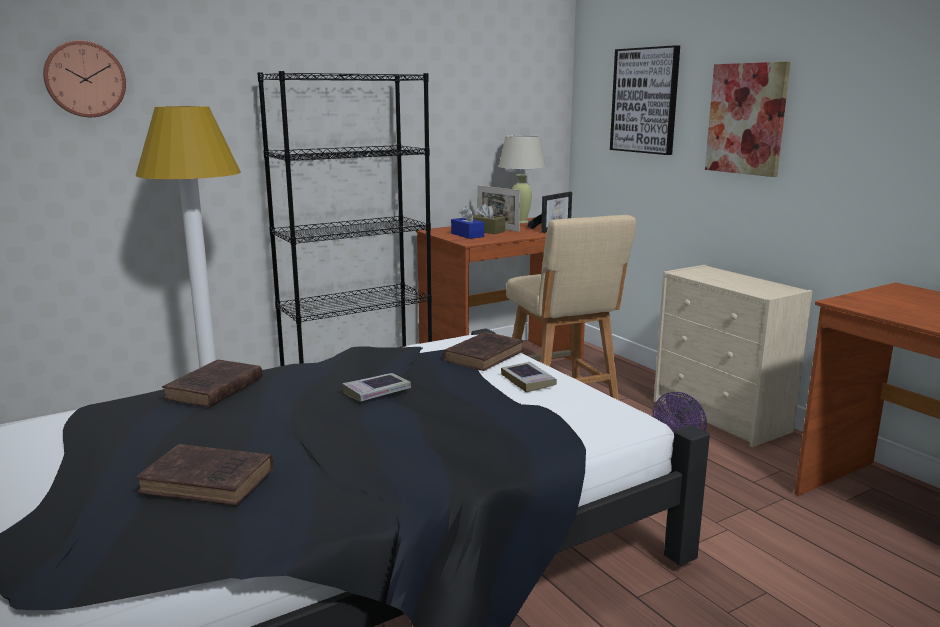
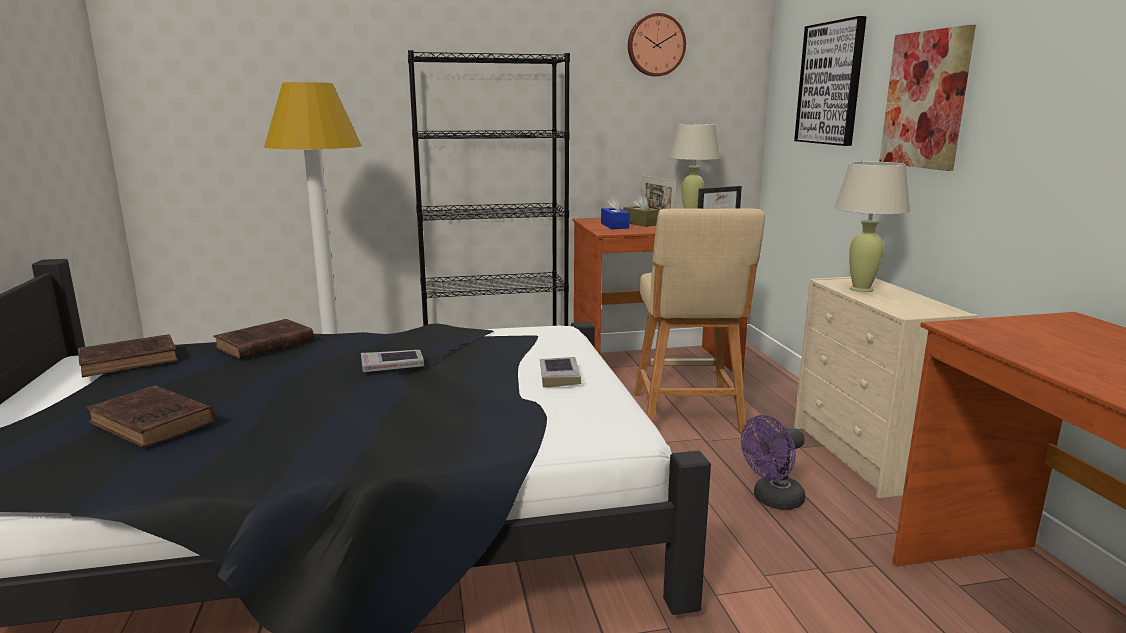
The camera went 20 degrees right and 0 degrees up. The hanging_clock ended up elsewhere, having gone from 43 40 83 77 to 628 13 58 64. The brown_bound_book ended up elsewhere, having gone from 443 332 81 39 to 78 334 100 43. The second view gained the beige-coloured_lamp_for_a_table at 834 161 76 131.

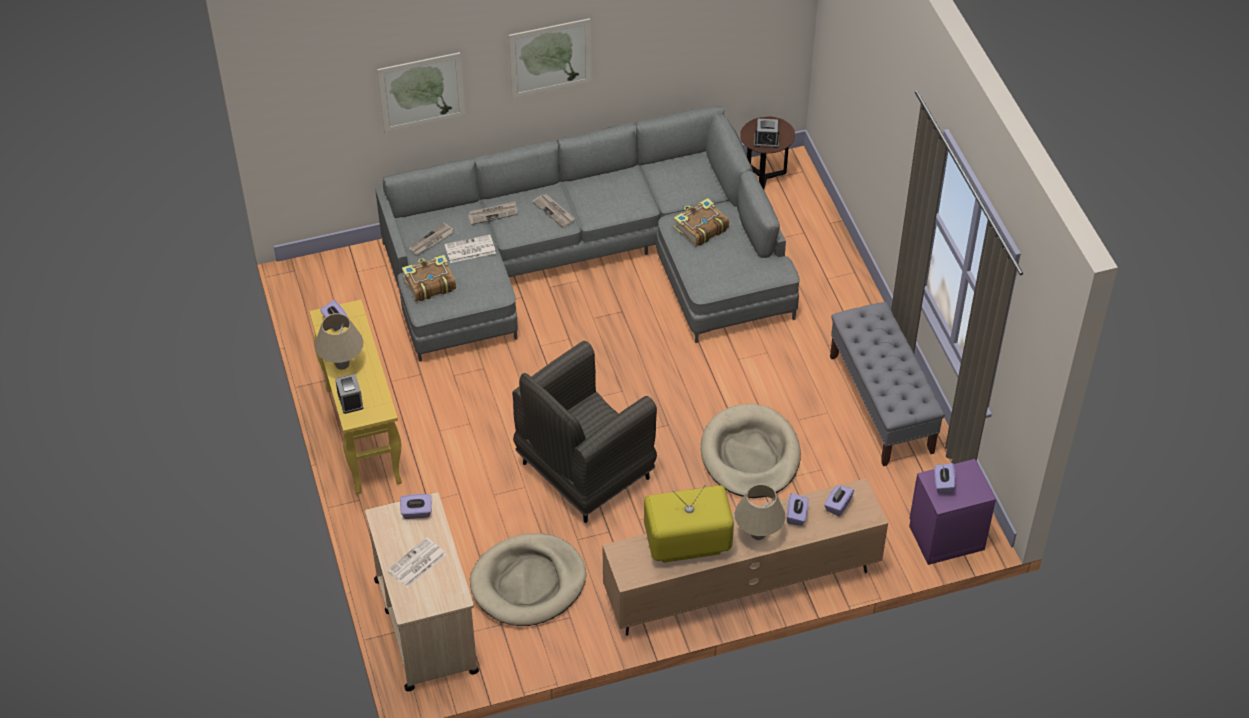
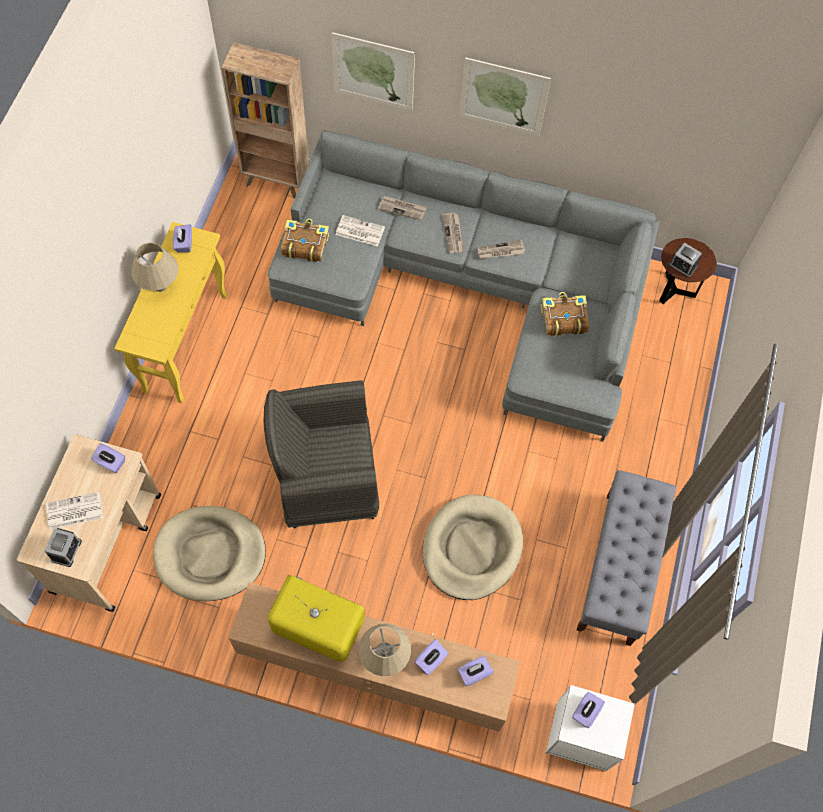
The camera went 30 degrees right and 15 degrees up. The newspaper ended up elsewhere, having gone from 409 222 45 33 to 478 240 47 19. The bedside_clock ended up elsewhere, having gone from 335 374 28 40 to 45 528 37 39. What was the purple-coloured_bedside_table at 909 459 87 106 turned into the whitish_bedside_table at 546 685 89 86. The second view gained the brown_shelving_unit at 221 42 88 156.

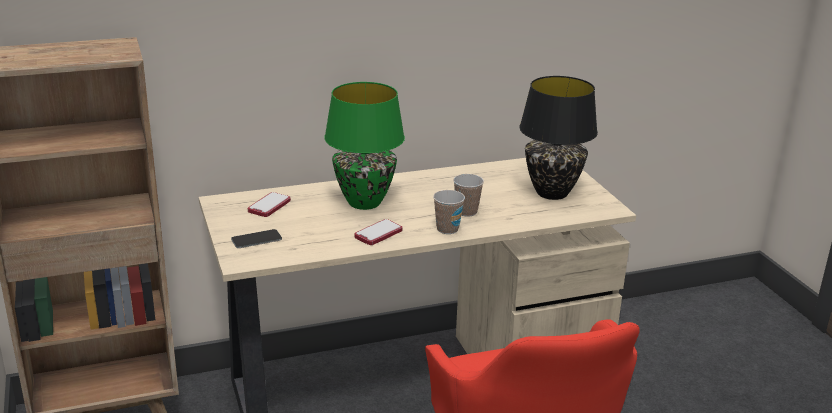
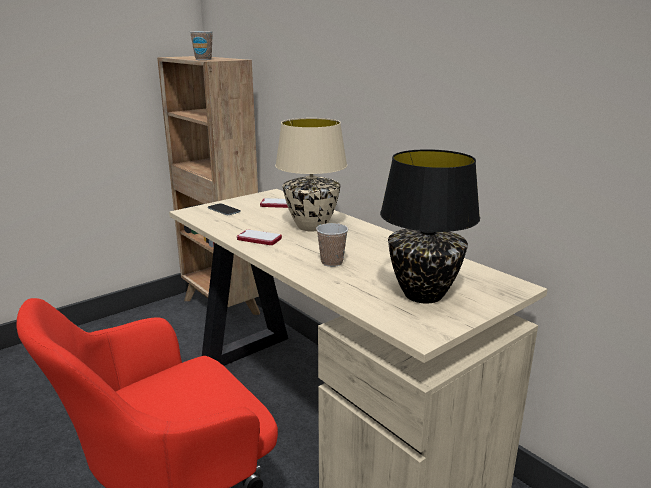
The camera went 70 degrees right and 5 degrees down. What was the green_lamp_for_a_table at 324 82 81 128 turned into the beige-coloured_lamp_for_a_table at 275 118 72 113. The cup ended up elsewhere, having gone from 433 190 32 44 to 190 31 23 29.

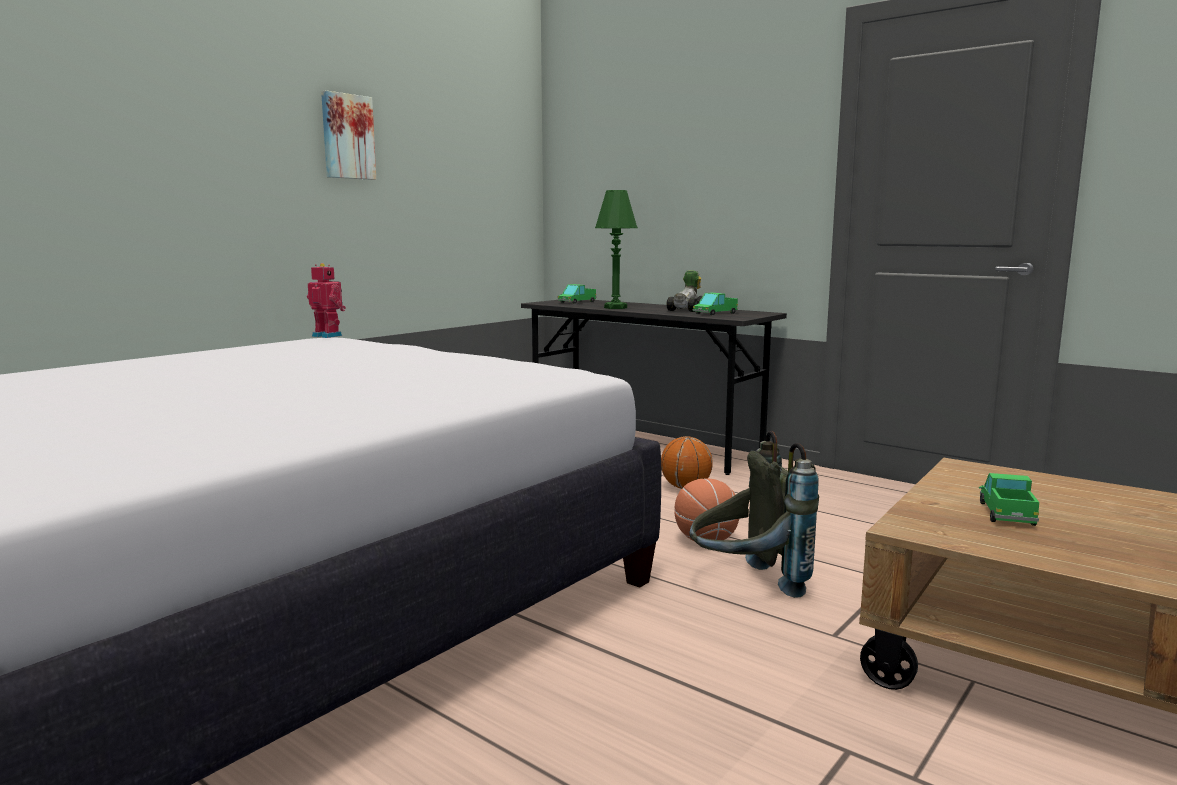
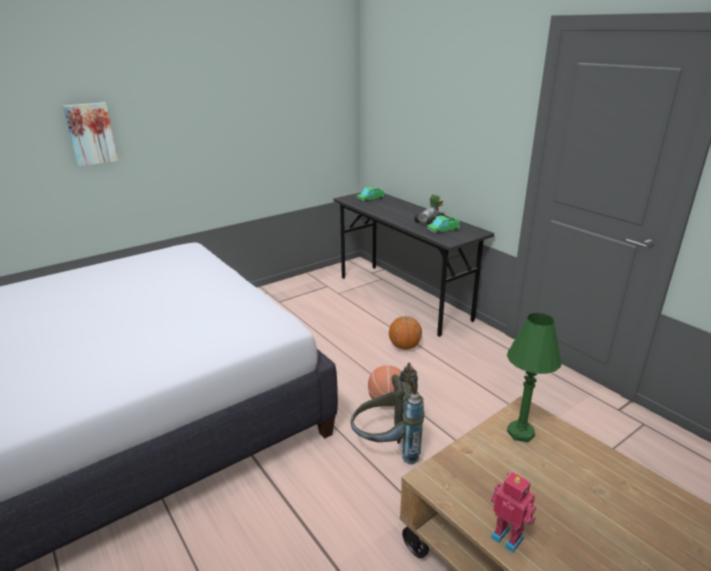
The camera went 15 degrees right and 15 degrees up. The picture ended up elsewhere, having gone from 321 90 55 90 to 63 102 55 64. The green_lamp_for_a_table ended up elsewhere, having gone from 595 190 43 119 to 507 313 55 129. The model_robot ended up elsewhere, having gone from 307 263 39 75 to 491 472 45 81. The second view lost the toy_truck at 979 473 60 53.

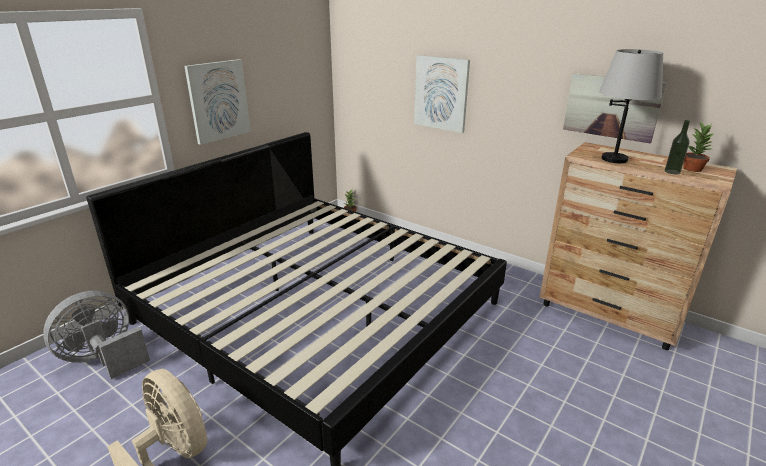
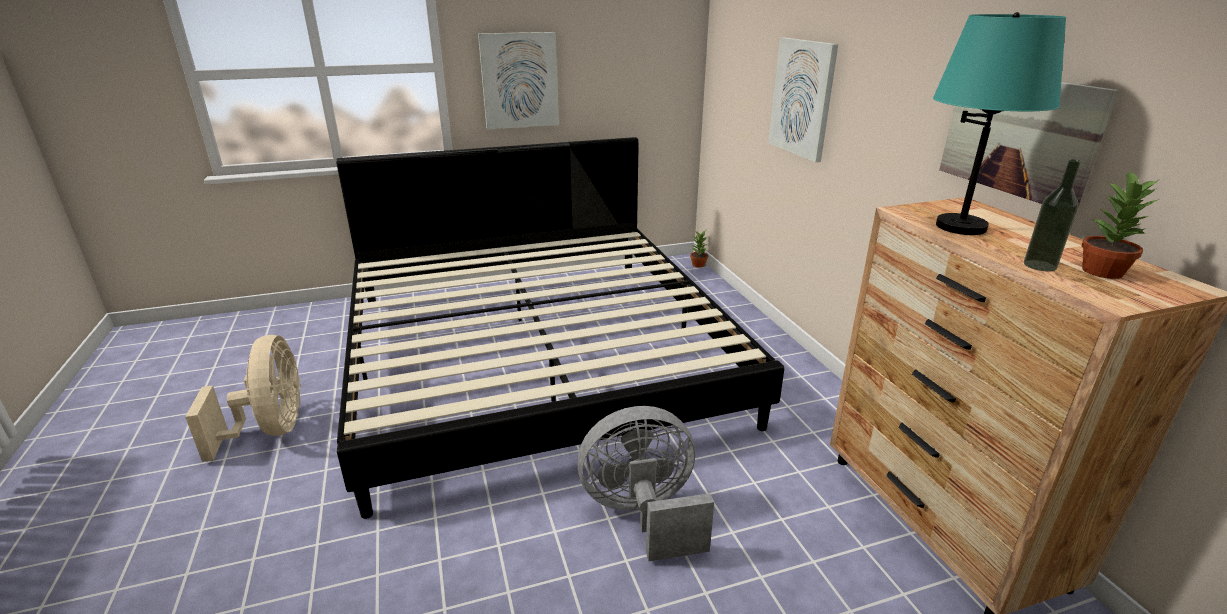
The camera went 35 degrees right and 0 degrees up. What was the gray_lamp_for_a_table at 599 49 64 114 turned into the turquoise-coloured_lamp_for_a_table at 933 12 133 223. The gray_electric_fan ended up elsewhere, having gone from 44 291 106 88 to 578 406 136 155.

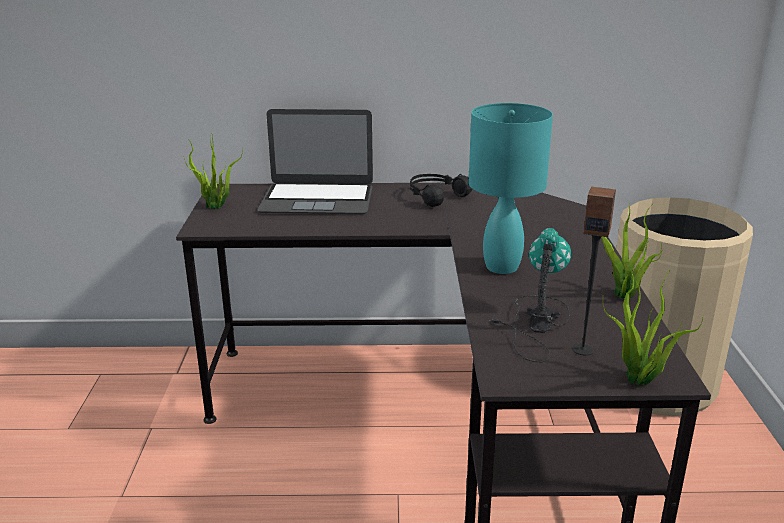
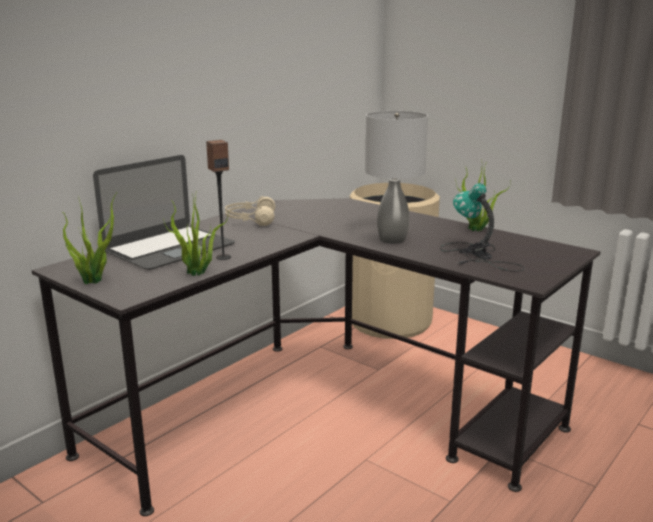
The camera went 50 degrees left and 5 degrees down. What was the turquoise-coloured_lamp_for_a_table at 469 103 84 171 turned into the gray_lamp_for_a_table at 365 111 63 133. What was the black-coloured_pair_of_headphones at 410 174 62 33 turned into the beige-coloured_pair_of_headphones at 225 196 51 30. The loudspeaker ended up elsewhere, having gone from 572 187 44 168 to 206 140 25 120. The plant_in_a_pot ended up elsewhere, having gone from 603 270 100 116 to 163 190 65 86.

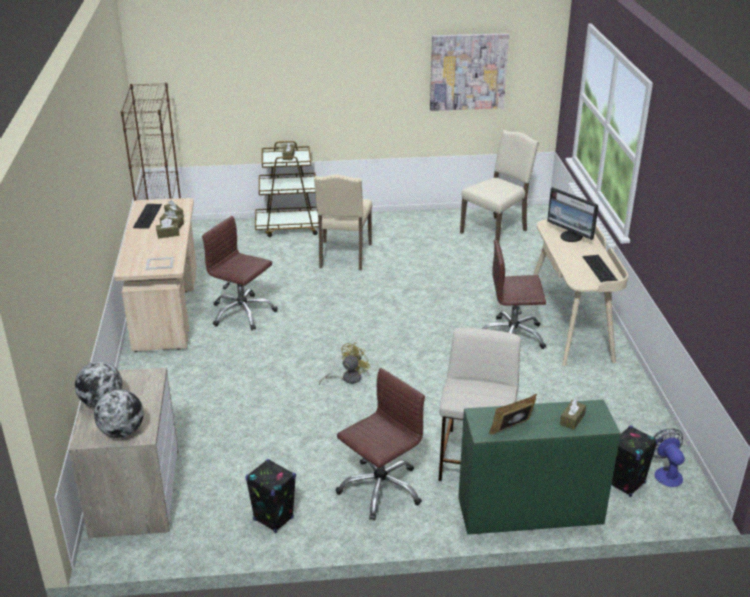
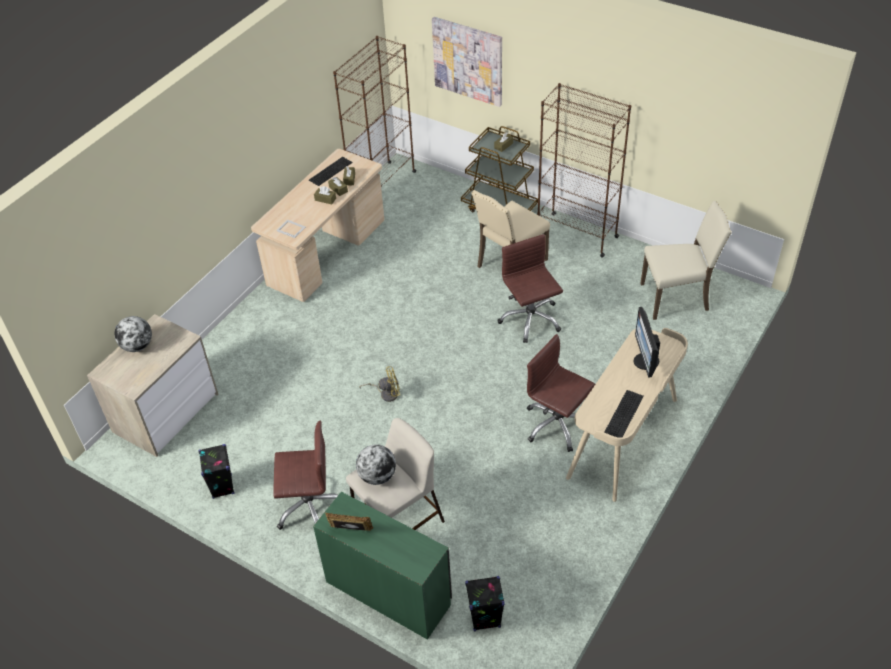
The camera went 40 degrees right and 15 degrees up. The picture ended up elsewhere, having gone from 430 33 79 78 to 432 17 70 90. The brown_desk_chair ended up elsewhere, having gone from 202 216 76 114 to 498 234 65 109. The globe ended up elsewhere, having gone from 94 390 50 48 to 356 444 40 41. The second view lost the brown_tissue_holder at 560 399 26 31. The second view lost the electric_fan at 653 428 32 59. The second view gained the brown_shelving_unit at 537 83 94 174.

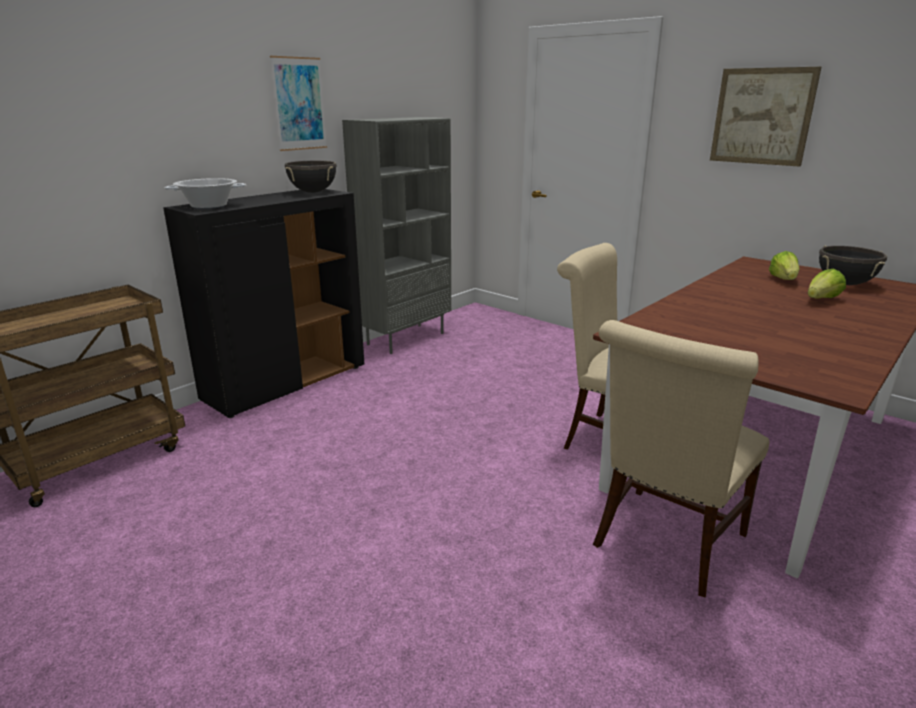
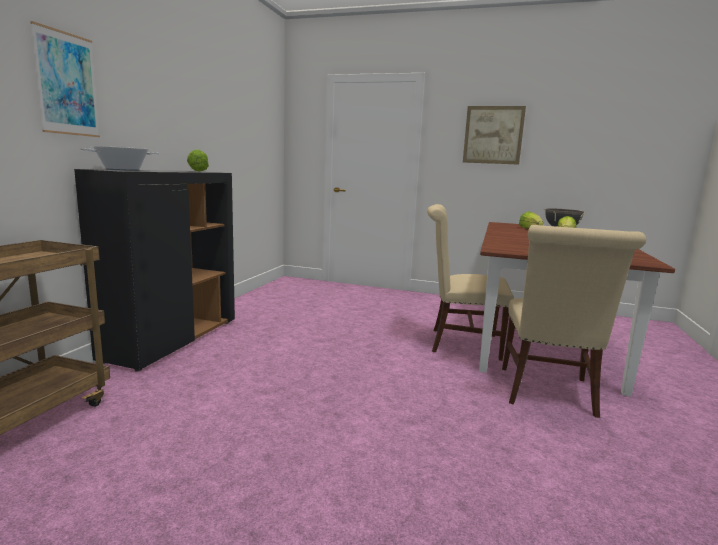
The camera went 25 degrees left and 10 degrees down. The picture ended up elsewhere, having gone from 270 56 57 95 to 30 21 70 116. The second view lost the gray_shelving_unit at 342 117 109 237. Where the black-coloured_saucepot stood at 285 161 52 32, the lettuce_head came to stand at 187 149 22 22.

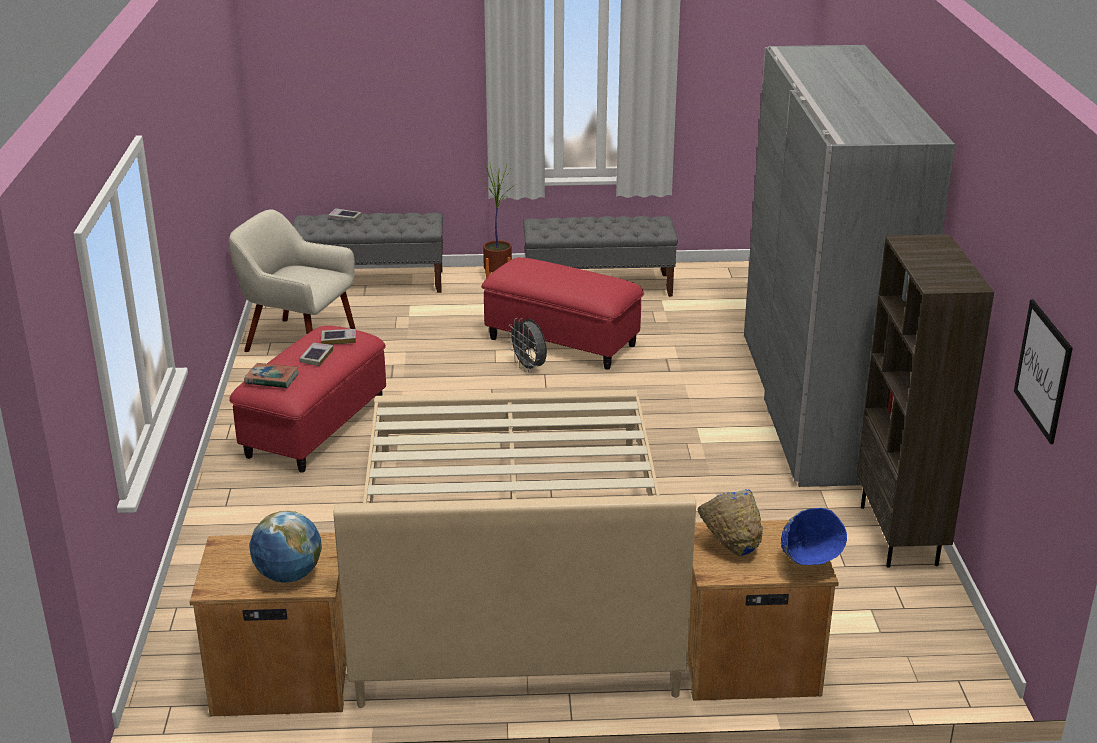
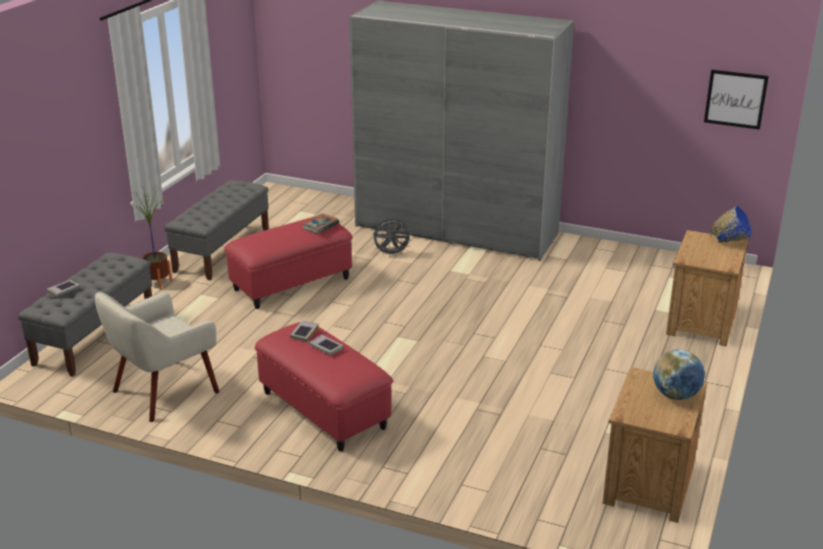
The camera went 65 degrees left and 0 degrees up. The second view lost the brown_shelving_unit at 857 234 137 334. The gray_electric_fan ended up elsewhere, having gone from 508 318 39 55 to 372 219 40 38. The bound_book ended up elsewhere, having gone from 244 363 55 25 to 303 213 36 21. The second view lost the beige-coloured_sleeping_bed at 333 390 363 318. The second view lost the bluish_bowl at 698 489 65 68.

